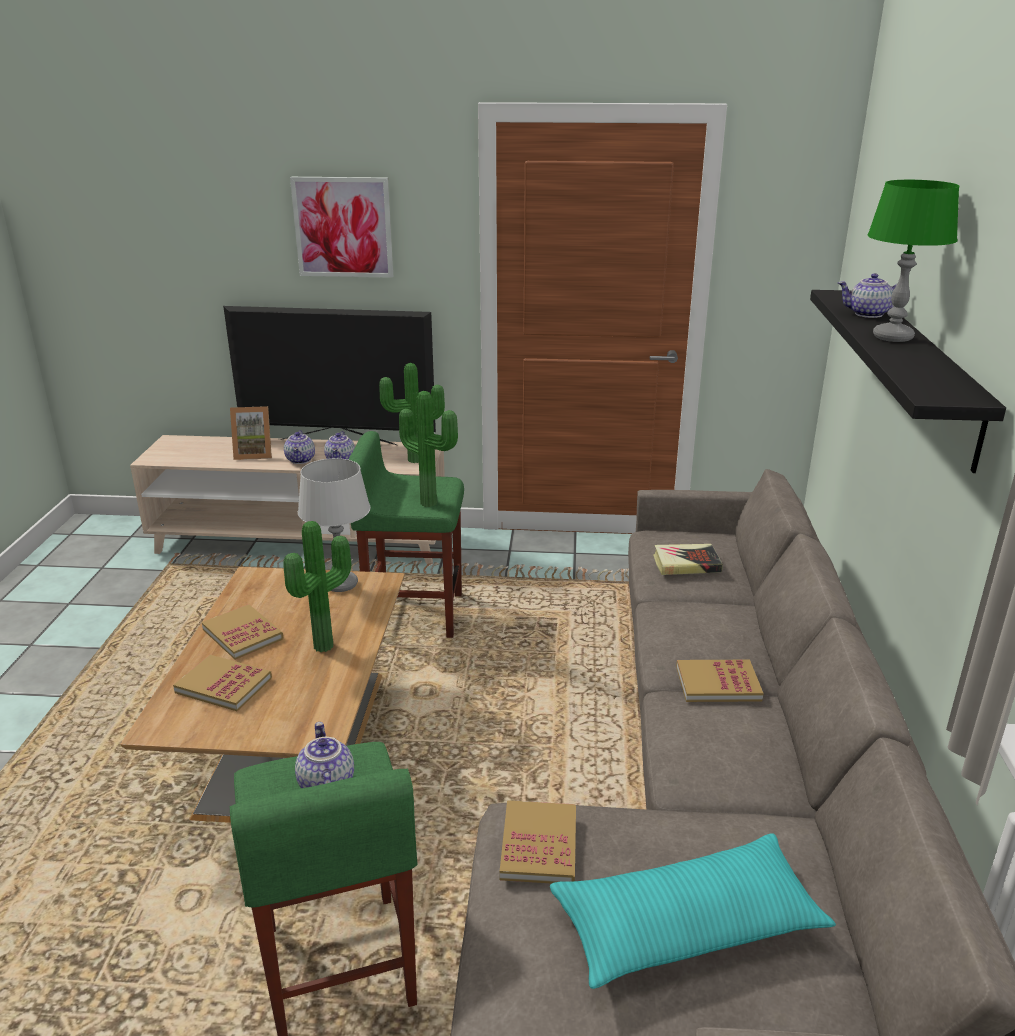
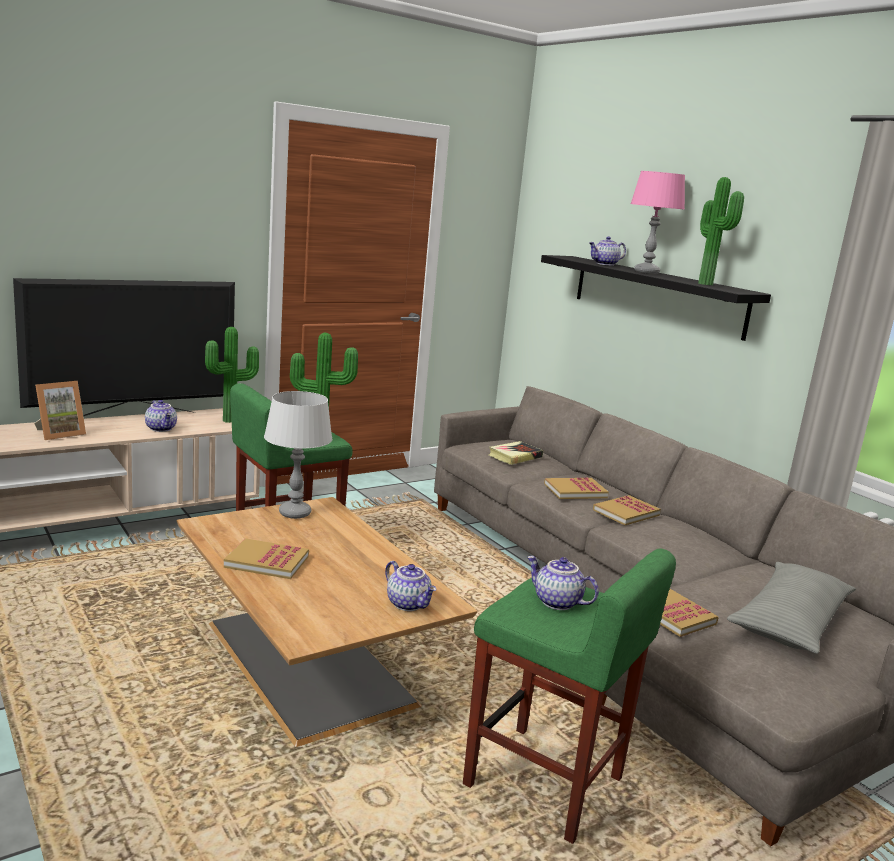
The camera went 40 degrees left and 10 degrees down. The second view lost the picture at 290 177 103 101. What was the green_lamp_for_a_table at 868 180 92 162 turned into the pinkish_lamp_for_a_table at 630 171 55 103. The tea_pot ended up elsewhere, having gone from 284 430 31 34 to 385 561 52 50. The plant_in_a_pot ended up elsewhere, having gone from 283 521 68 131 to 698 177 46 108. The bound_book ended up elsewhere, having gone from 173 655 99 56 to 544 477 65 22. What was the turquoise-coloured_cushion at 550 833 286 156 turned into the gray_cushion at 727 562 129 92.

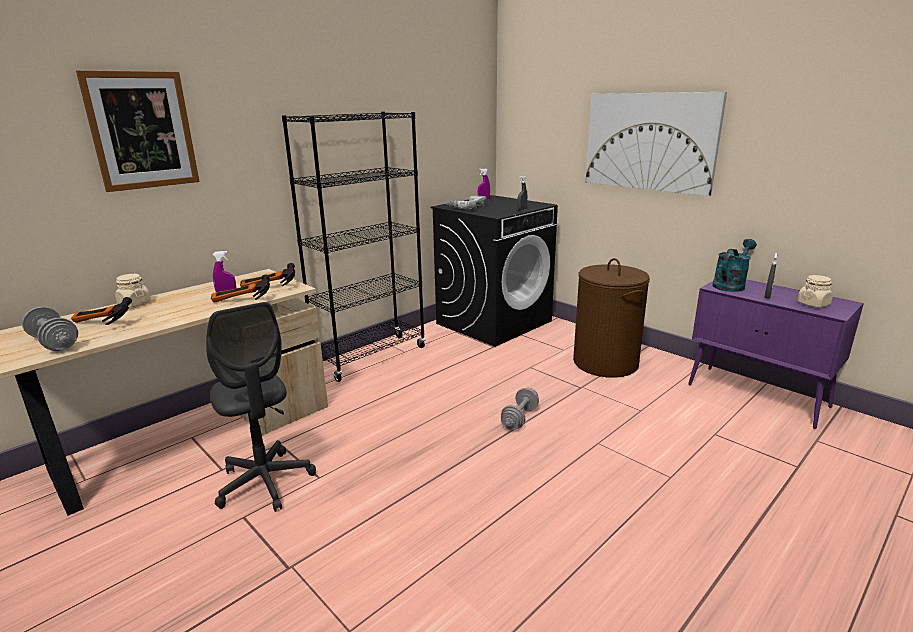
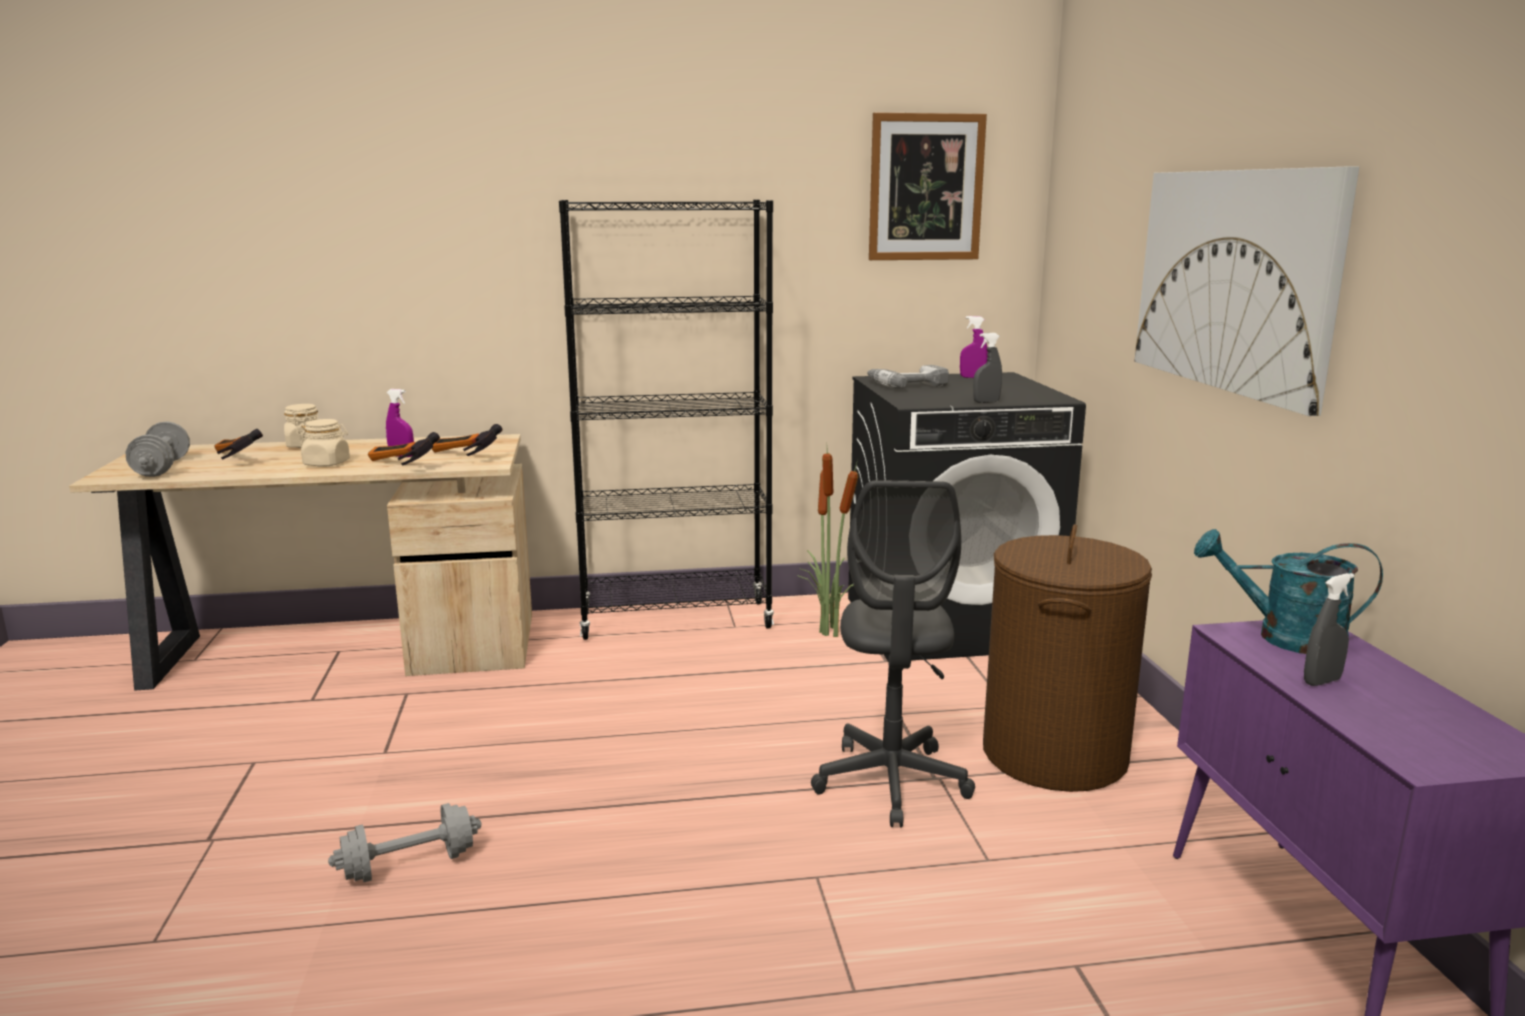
The camera went 35 degrees right and 5 degrees down. The picture ended up elsewhere, having gone from 76 70 123 122 to 869 113 118 147. The turquoise-coloured_sprinkling_can at 712 239 45 53 ended up facing another way, 150 degrees counterclockwise from before. The beige-coloured_jar ended up elsewhere, having gone from 797 275 36 32 to 300 419 50 48. The gray_desk_chair ended up elsewhere, having gone from 206 302 110 210 to 811 480 164 348. The gray_free_weight ended up elsewhere, having gone from 501 388 38 42 to 328 803 153 79. The second view gained the plant_in_a_pot at 798 450 61 187.

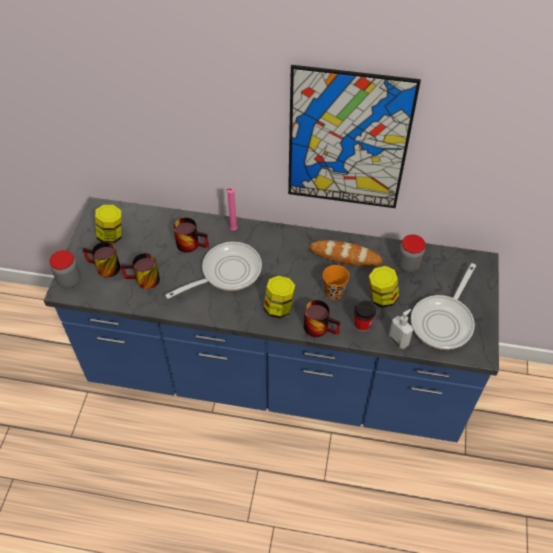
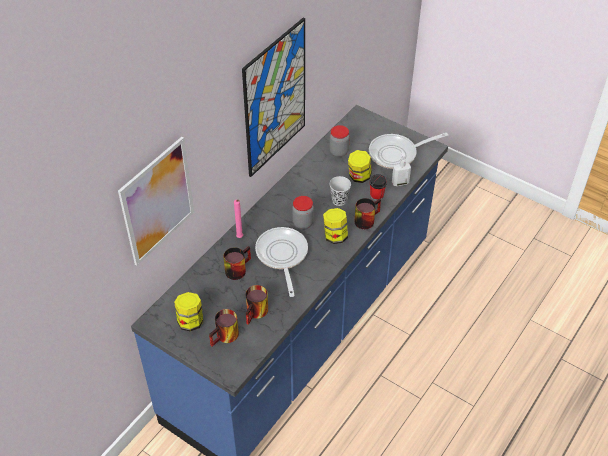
The camera went 65 degrees left and 5 degrees down. The second view lost the baked_bread at 309 240 74 27. The jar ended up elsewhere, having gone from 49 250 32 38 to 292 196 22 33. The pan at 411 263 65 87 ended up facing another way, 105 degrees clockwise from before. What was the orange_cup at 323 265 26 35 turned into the black-coloured_cup at 329 176 22 30. The second view gained the picture at 118 137 76 129.

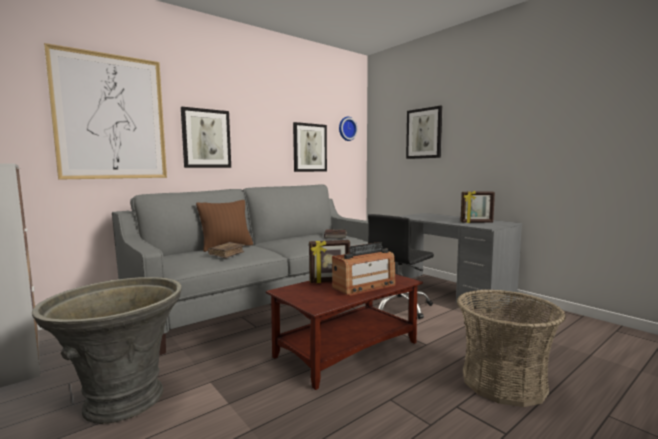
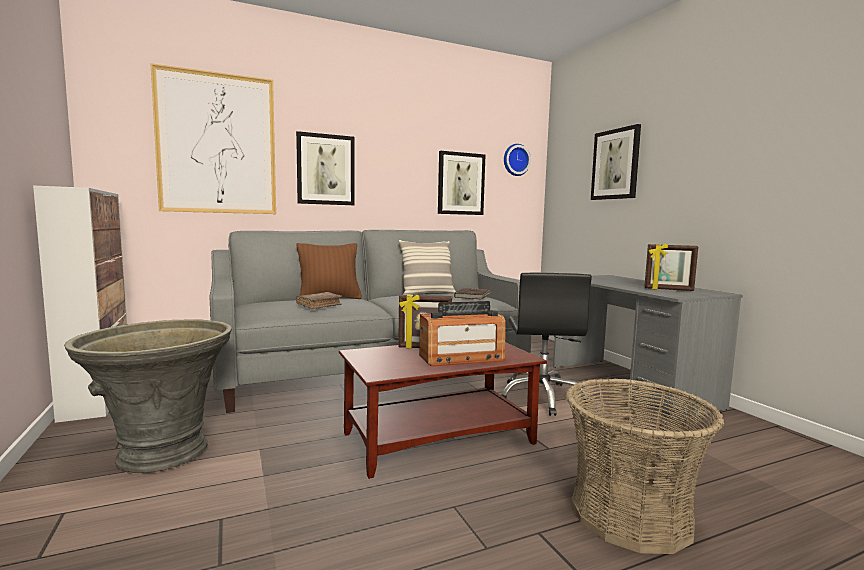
The camera went 15 degrees right and 0 degrees up. The black-coloured_desk_chair at 368 214 66 105 ended up facing another way, 60 degrees counterclockwise from before. The second view gained the cushion at 399 240 57 55.

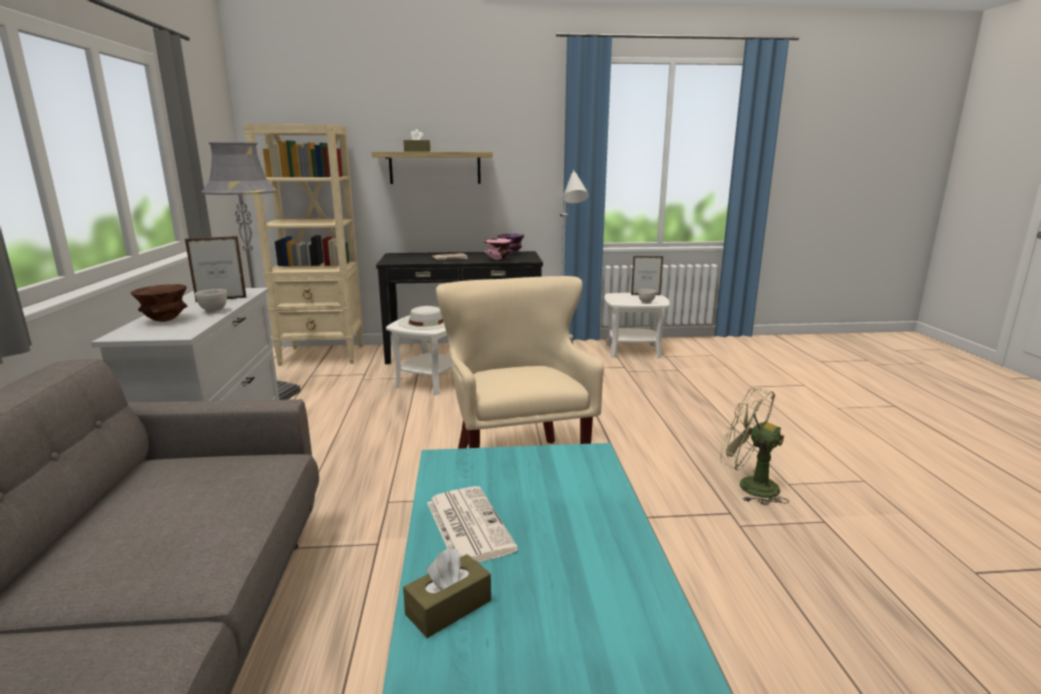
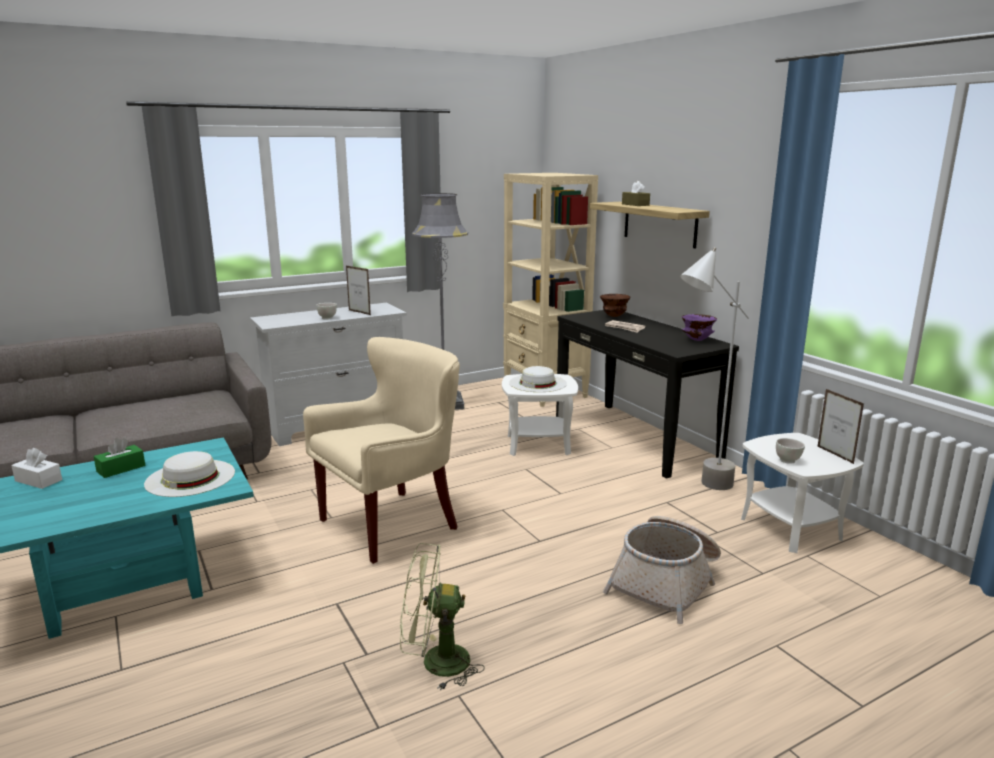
The camera went 65 degrees right and 0 degrees up. The second view lost the pinkish_bowl at 484 238 28 22. The brown_bowl ended up elsewhere, having gone from 131 284 57 38 to 600 294 30 23. The green_electric_fan at 721 387 68 118 ended up facing another way, 105 degrees counterclockwise from before. Where the newspaper stood at 427 486 91 77, the green_tissue_holder came to stand at 94 438 51 40. What was the brown_tissue_holder at 403 549 88 89 turned into the whitish_tissue_holder at 11 448 51 41. The second view gained the whitish_hat at 144 451 91 46. The second view gained the basket at 603 516 118 108.

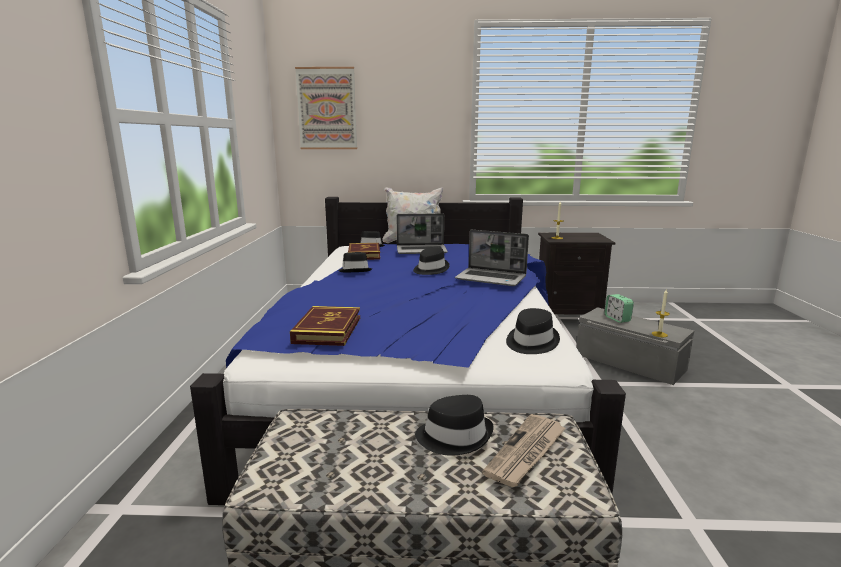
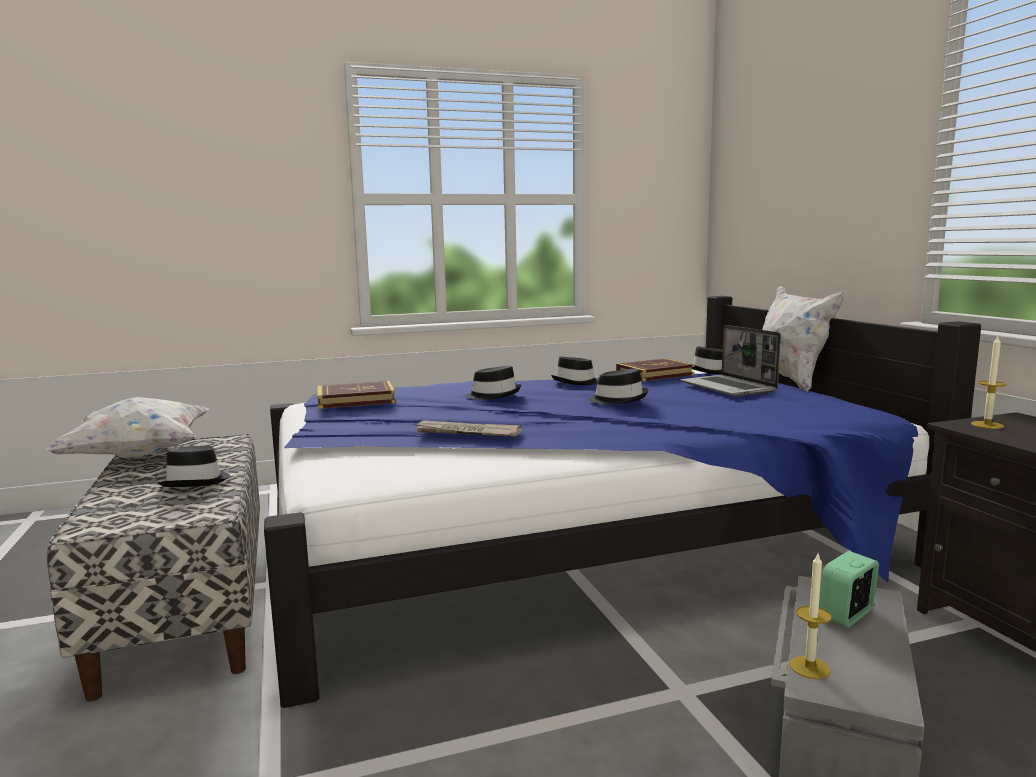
The camera went 70 degrees right and 5 degrees down. The second view lost the picture at 295 67 62 82. The second view lost the notebook_computer at 455 230 74 56. The black-coloured_hat ended up elsewhere, having gone from 506 308 54 46 to 465 366 56 34. The newspaper ended up elsewhere, having gone from 482 414 84 73 to 413 421 109 16. The second view gained the whitish_cushion at 46 397 162 61.

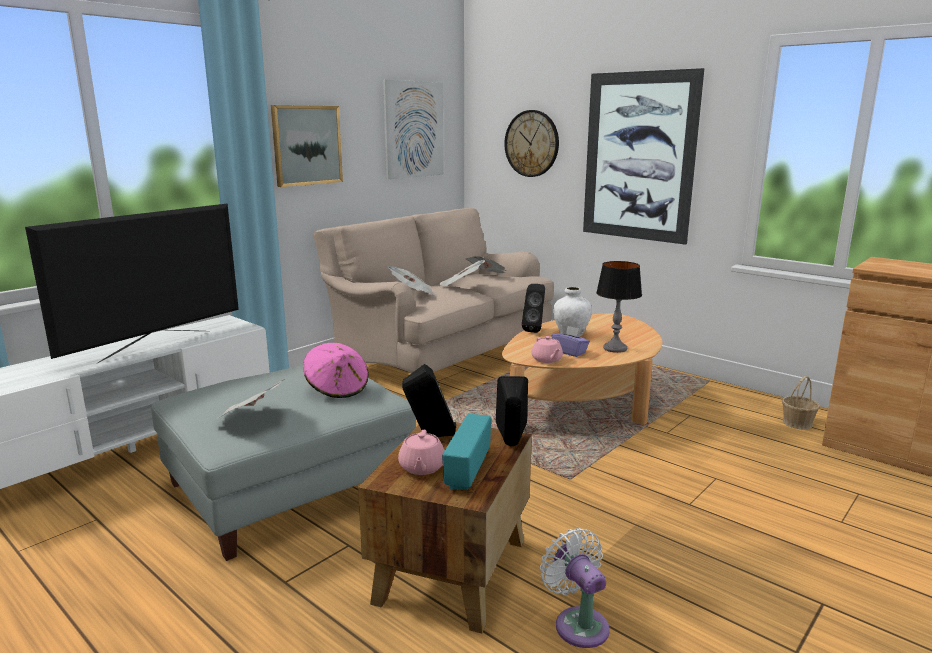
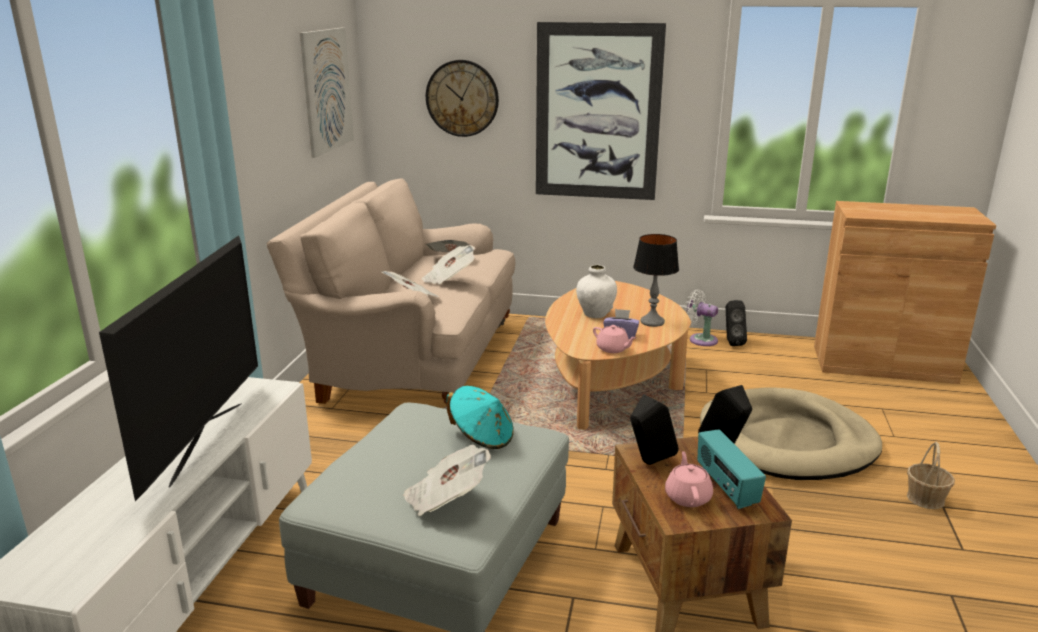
The camera went 30 degrees left and 5 degrees up. The second view lost the picture at 271 105 72 82. The black-coloured_loudspeaker ended up elsewhere, having gone from 522 284 23 49 to 726 300 21 46. What was the pinkish_hat at 303 343 66 55 turned into the turquoise-coloured_hat at 447 386 67 63. The basket ended up elsewhere, having gone from 782 376 38 54 to 907 442 48 67. The pinkish_tea_pot at 398 430 47 45 ended up facing another way, 150 degrees counterclockwise from before. The whitish_electric_fan ended up elsewhere, having gone from 540 528 70 120 to 685 290 33 56. The second view gained the beige-coloured_pet_bed at 700 387 182 93.

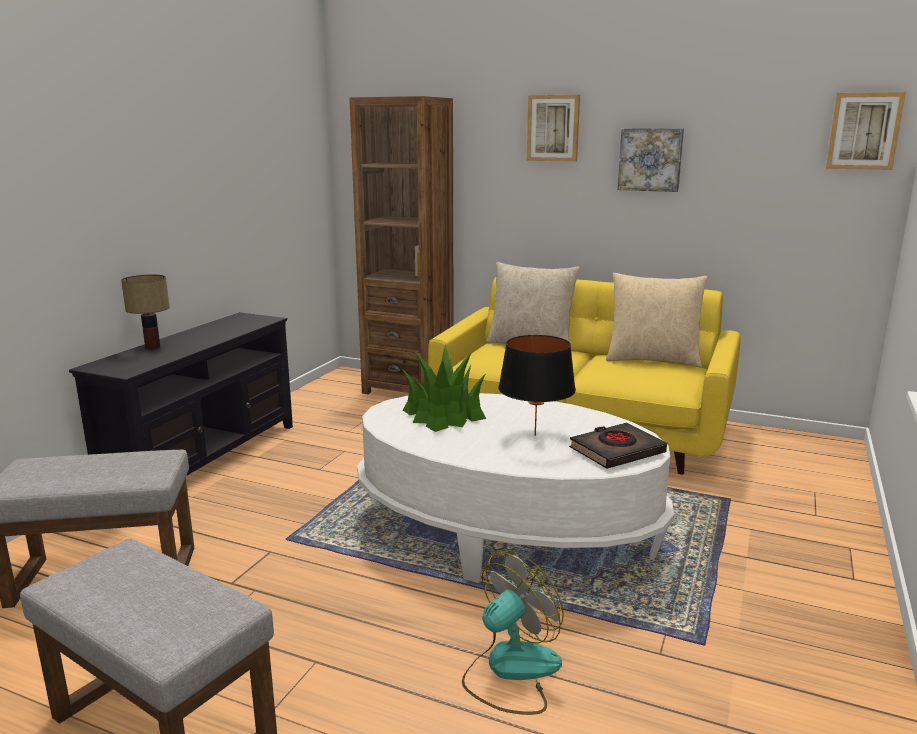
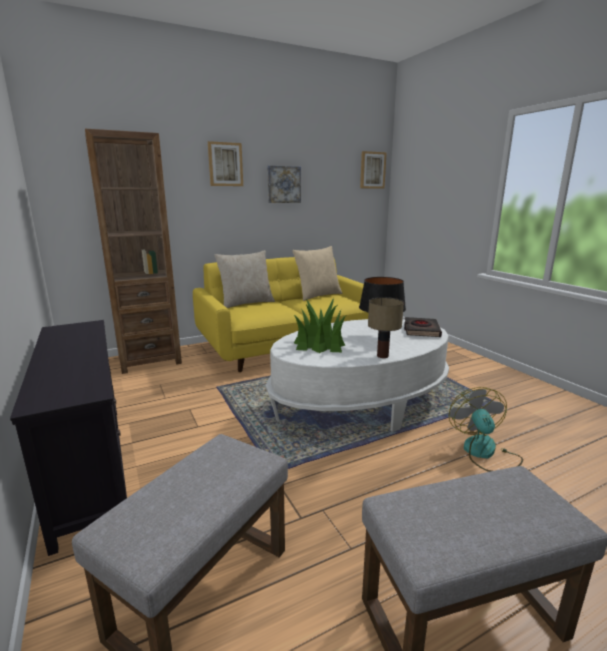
The camera went 50 degrees left and 0 degrees up. The lamp_for_a_table ended up elsewhere, having gone from 121 274 49 75 to 368 297 36 61.

